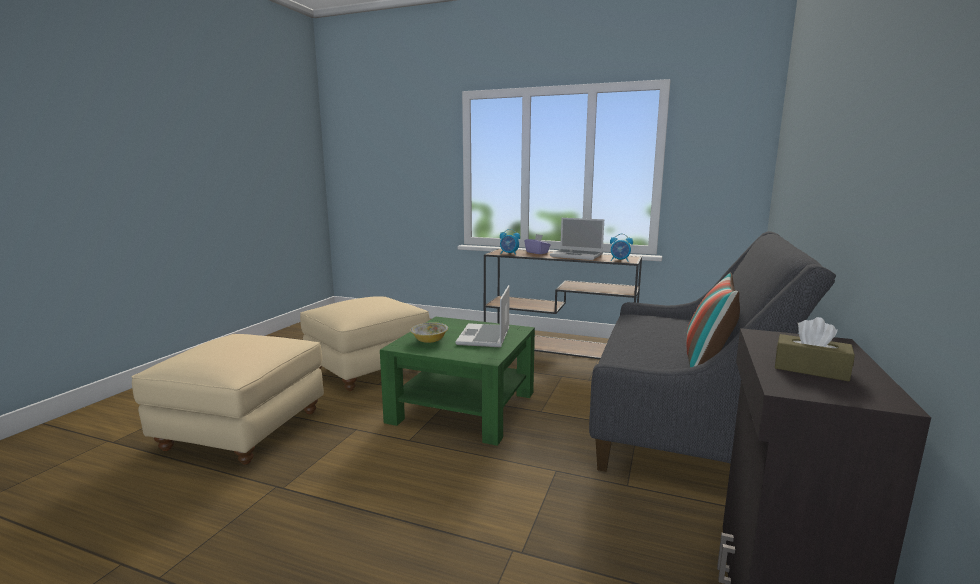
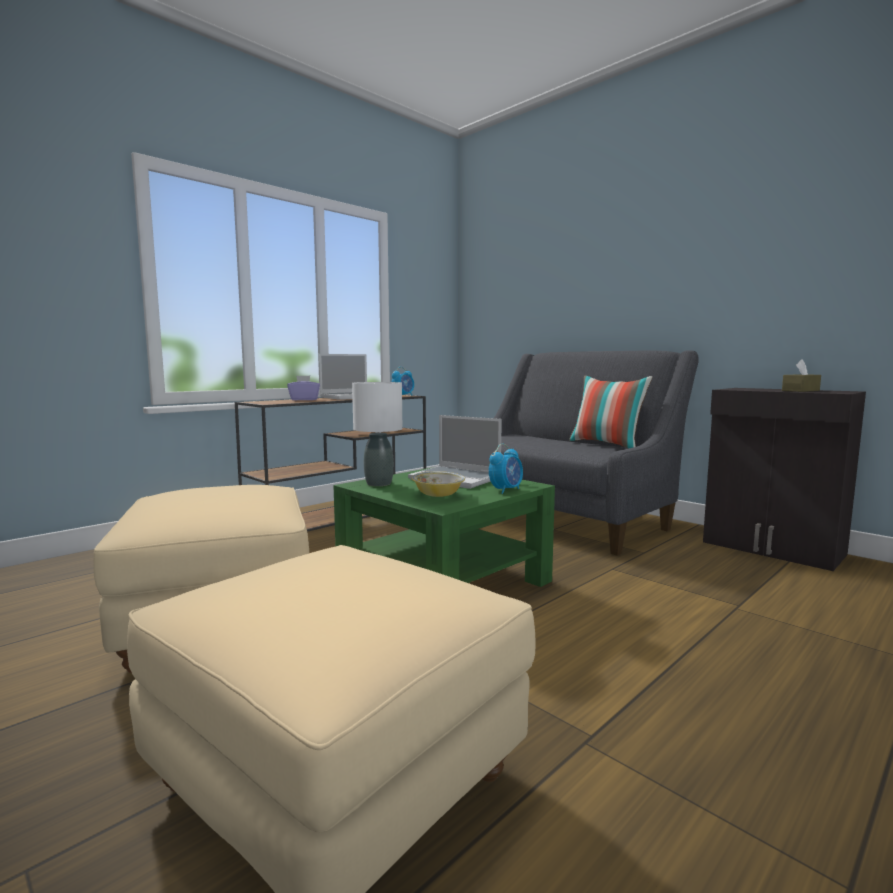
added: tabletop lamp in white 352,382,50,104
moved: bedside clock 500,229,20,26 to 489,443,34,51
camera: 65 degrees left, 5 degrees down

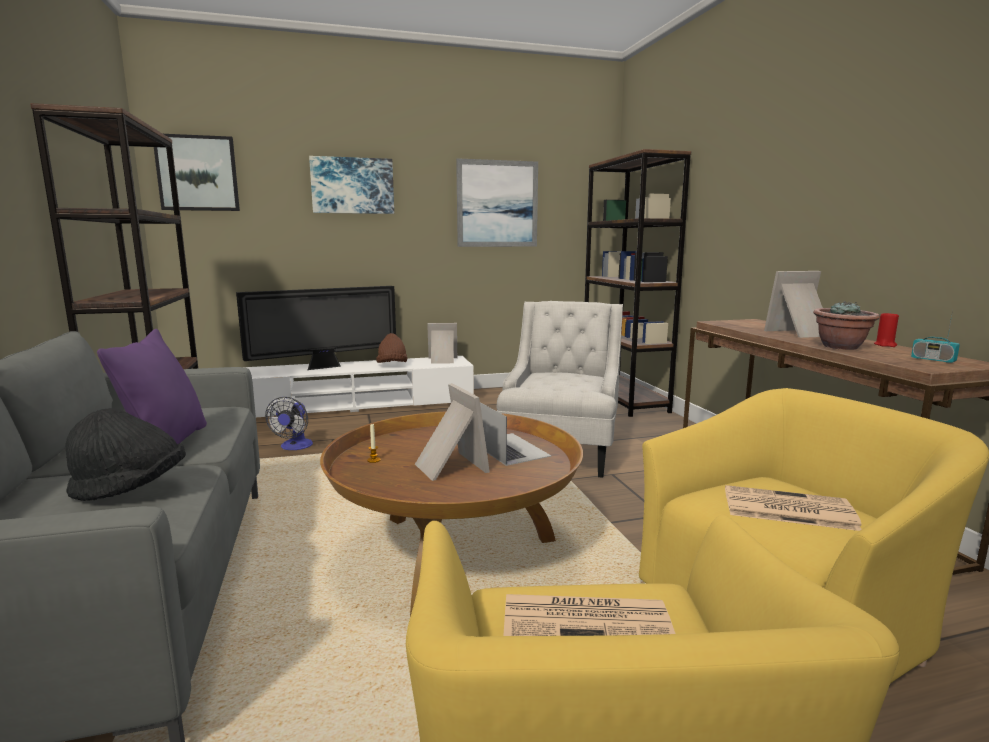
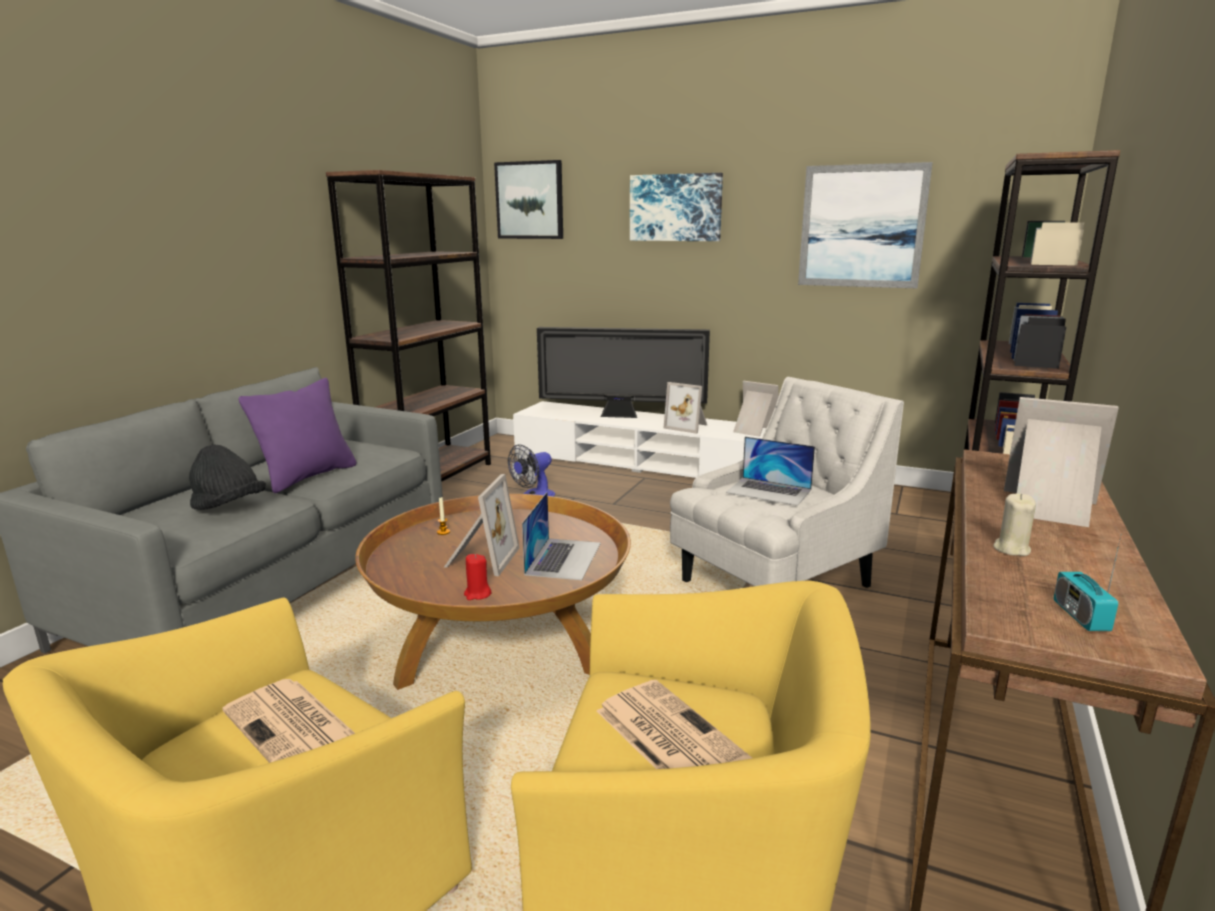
added: portable computer 726,437,89,69
moved: wax light in red 874,311,25,36 to 464,554,27,46
replaced: clothing hat in brownish 376,333,31,30 to photo frame 663,382,44,52; plant in a pot 813,301,67,49 to wax light in sand-coloured 993,494,43,62
camera: 40 degrees right, 5 degrees up

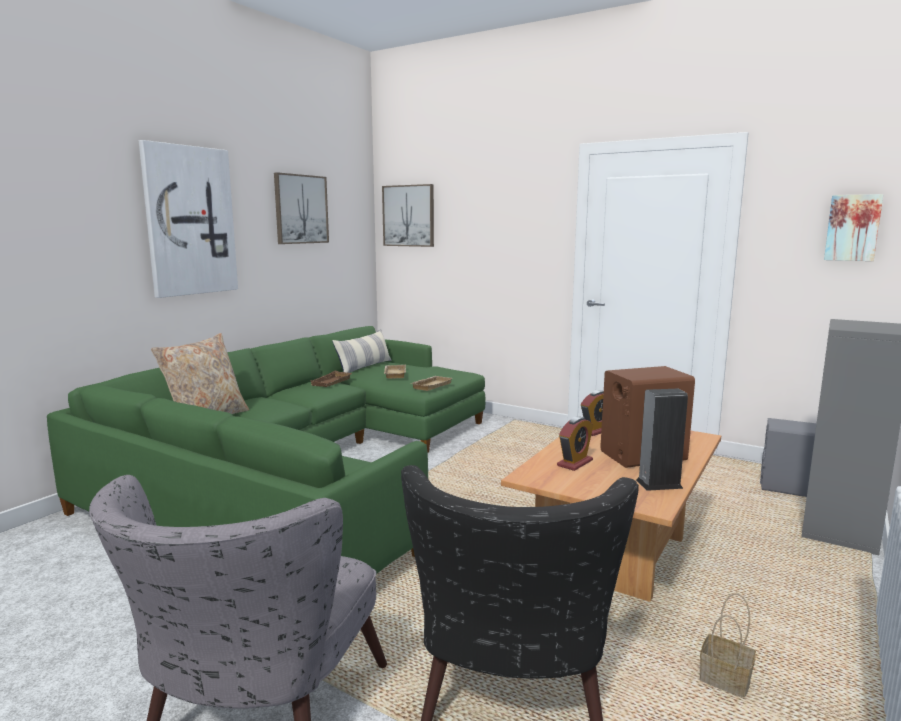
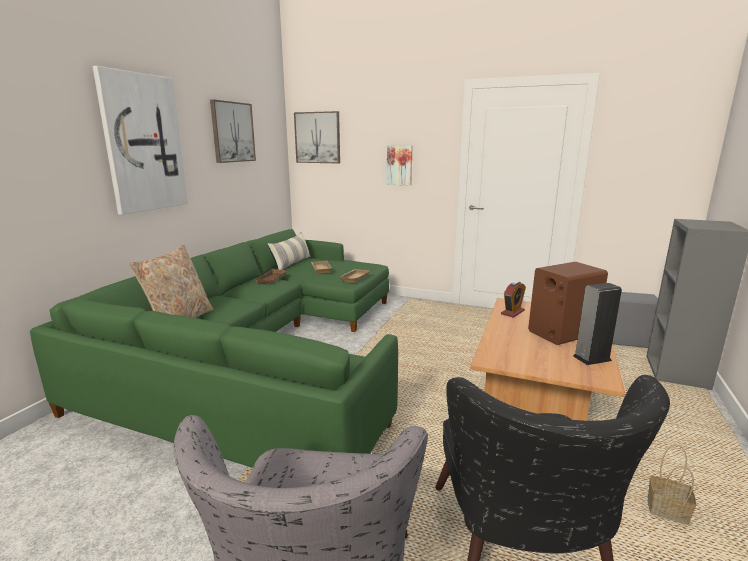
removed: bedside clock 557,416,36,55
moved: wall picture 824,194,60,67 to 387,145,25,40
camera: 10 degrees left, 5 degrees up

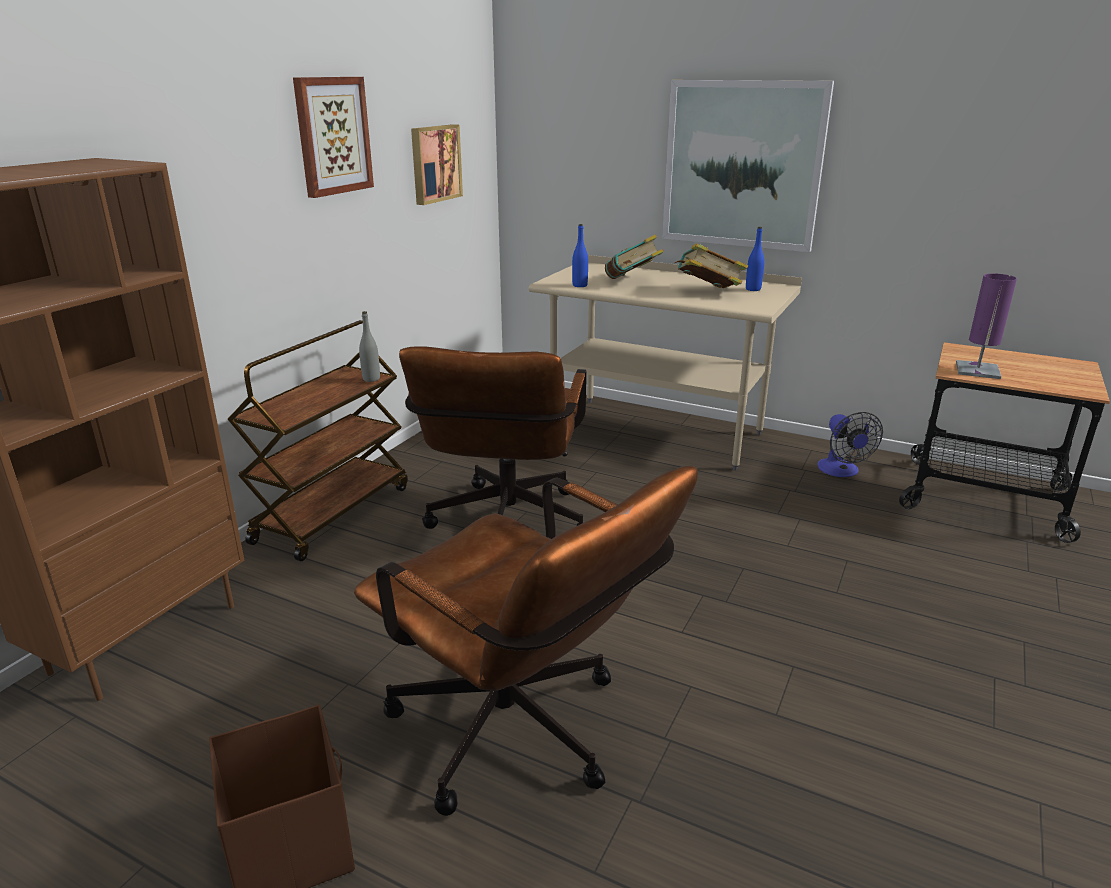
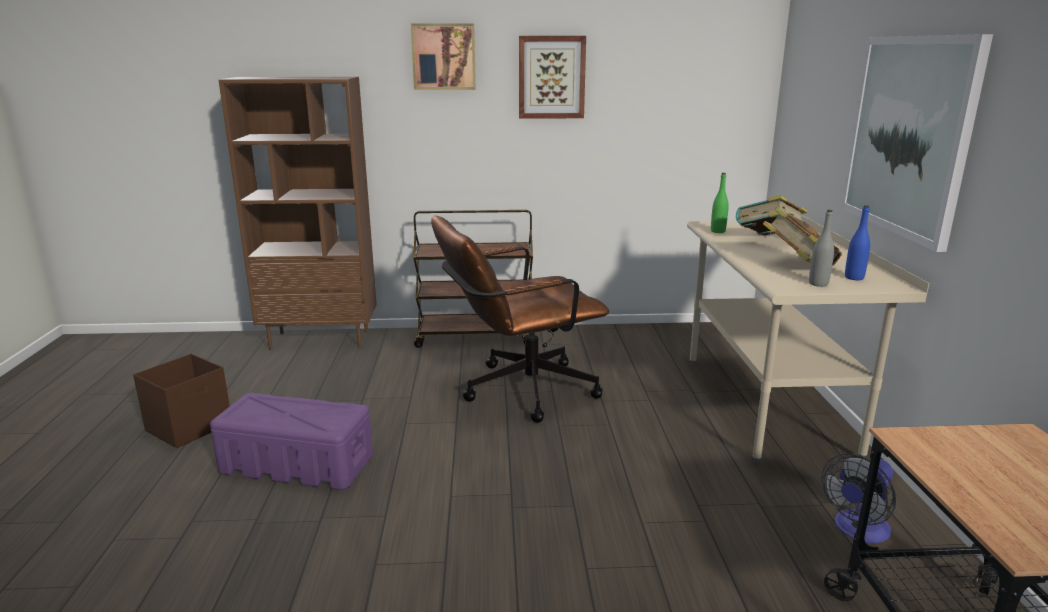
removed: tabletop lamp in purple 956,273,61,106
moved: bottle in greyish 359,311,21,71 to 809,210,25,77; wall picture 411,124,52,81 to 411,23,65,67
replaced: computer chair in brownish 354,466,344,350 to storage container in purple 210,393,163,97
recoloured: bottle in bluish 572,224,16,63 to bottle in green-coloured 711,173,18,60
camera: 60 degrees right, 5 degrees down

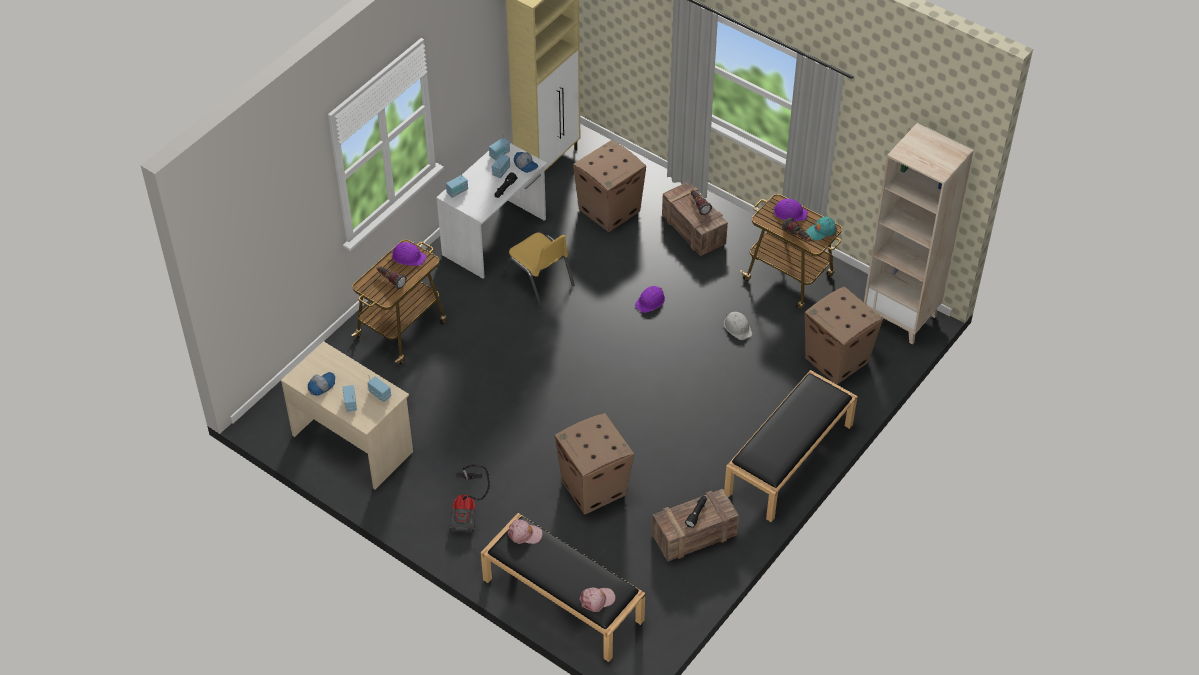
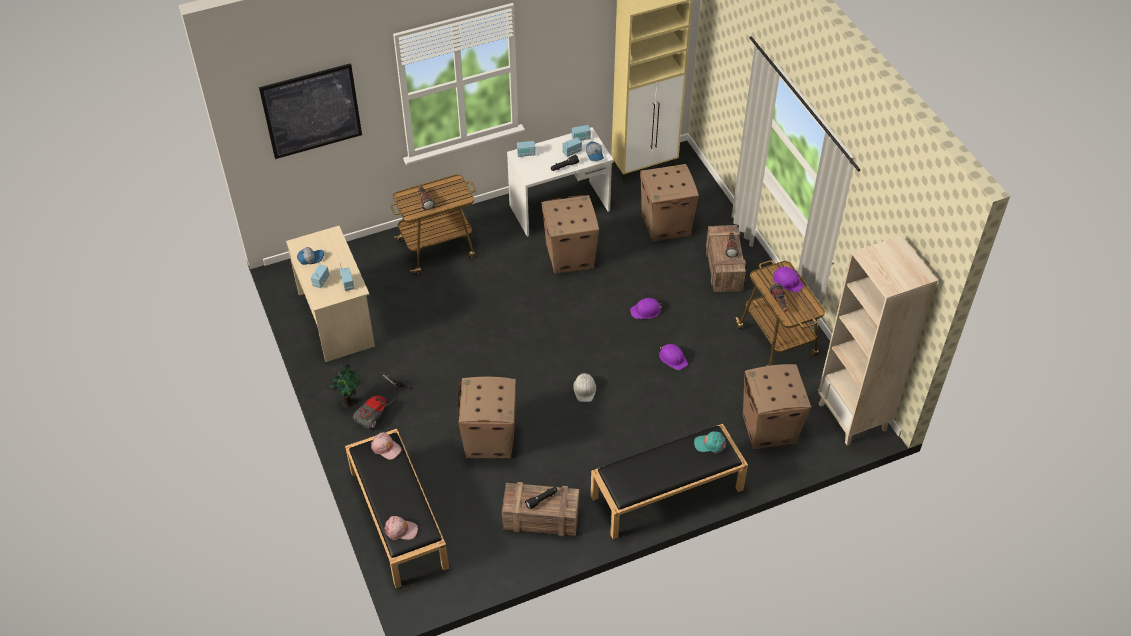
added: wall picture 259,63,103,96; plant in a pot 329,364,33,44
moved: work helmet in purple 390,242,37,24 to 659,344,29,26; work helmet in white 724,312,28,28 to 573,373,23,29; peaked cap in turquoise-coloured 806,216,32,25 to 694,431,32,22
replaced: chair in yellow 502,232,73,75 to cardboard box 542,195,57,79
camera: 30 degrees right, 0 degrees up

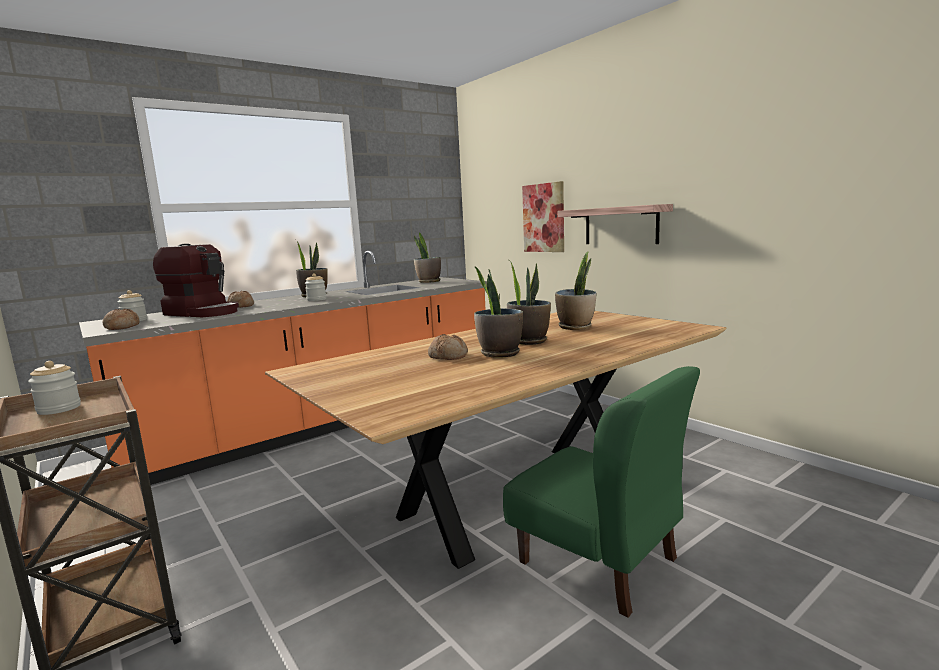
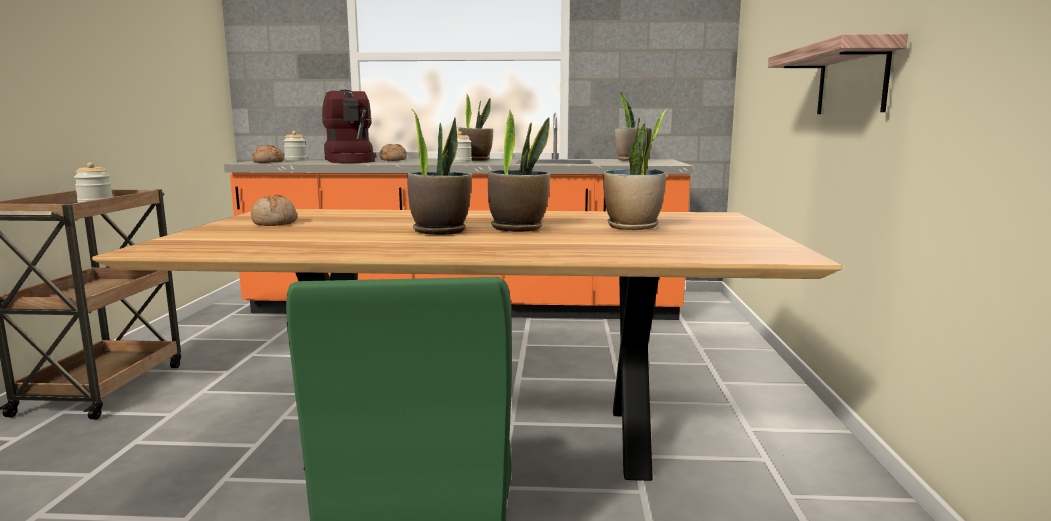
removed: wall picture 522,181,42,71
moved: bakery bread 428,334,40,26 to 251,195,46,31
camera: 40 degrees right, 0 degrees up

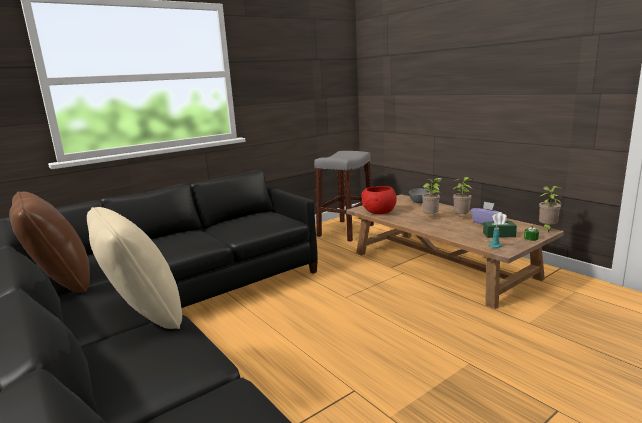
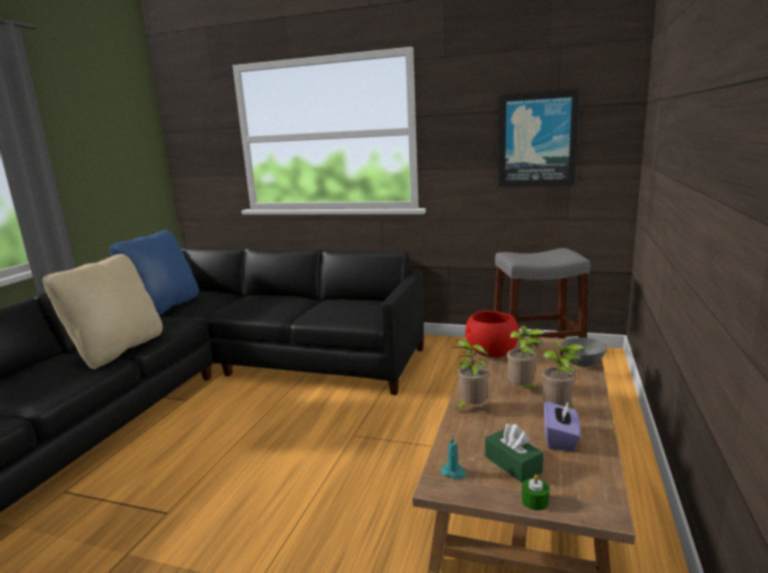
added: wall picture 498,89,82,98
moved: plant in a pot 539,186,23,46 to 451,340,38,71
recoloured: pillow in brownish 9,192,81,101 to pillow in bluish 110,230,89,85
camera: 55 degrees right, 0 degrees up

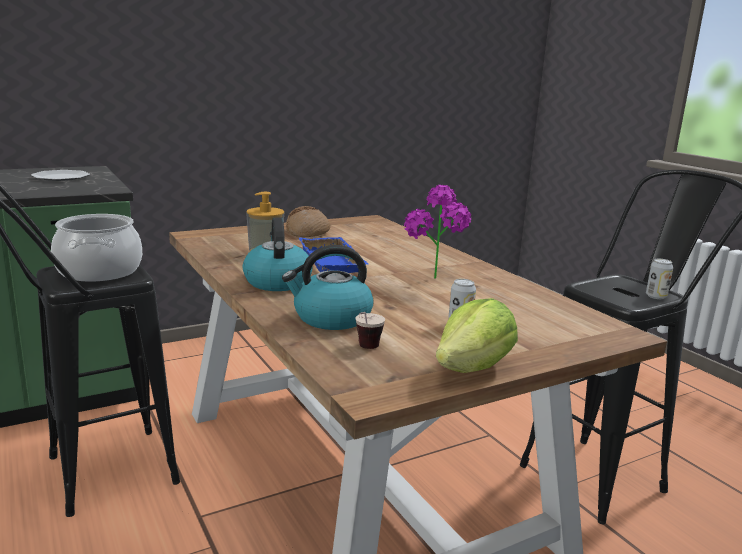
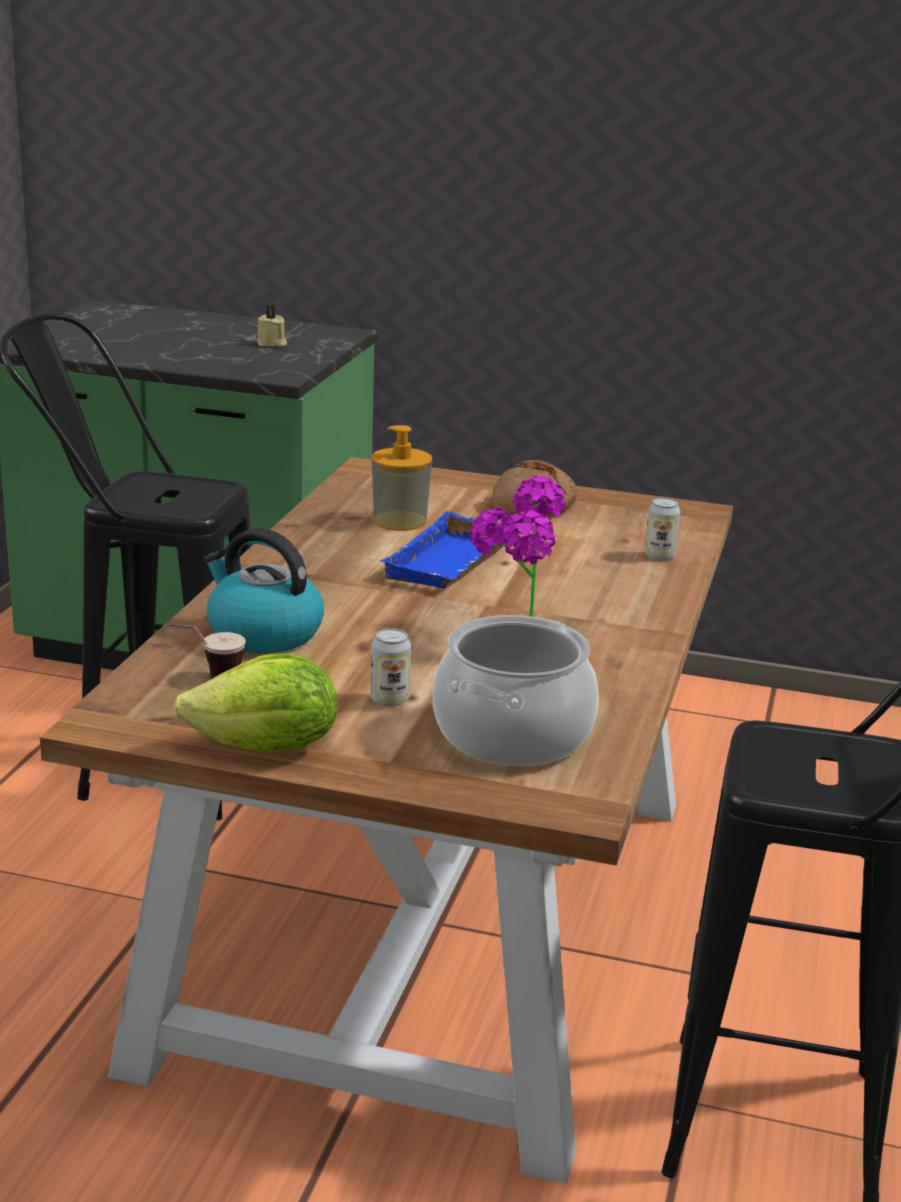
removed: water kettle 243,218,70,73
moved: cooking pot 51,214,91,68 to 433,615,166,151; metal can 646,259,27,40 to 645,498,35,63
replaced: plate 31,170,59,11 to wax light in sand-coloured 257,305,30,42
camera: 45 degrees right, 5 degrees up

